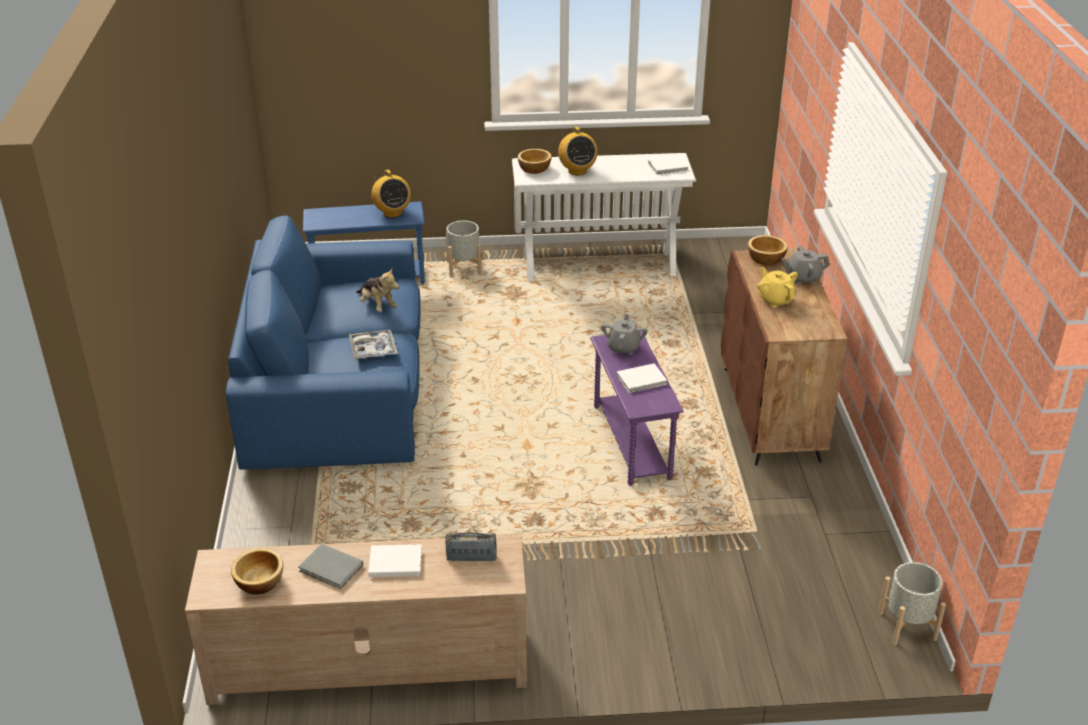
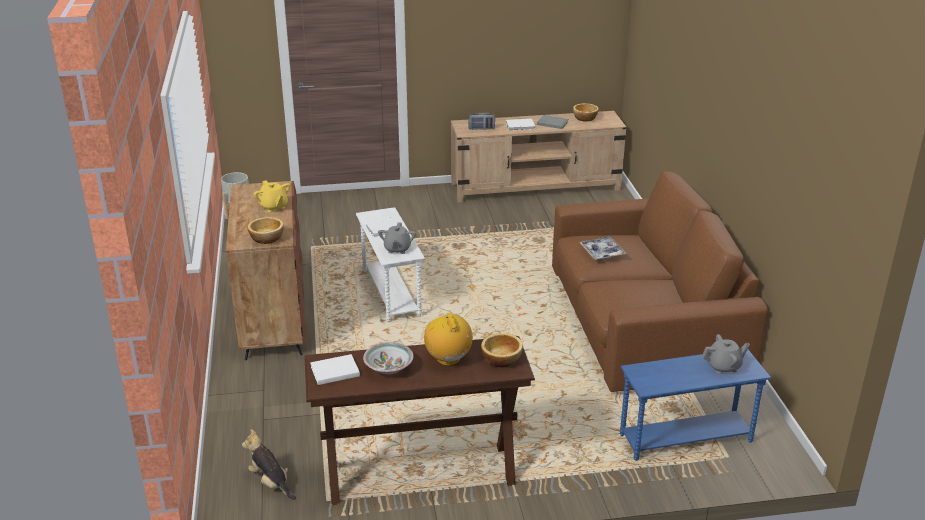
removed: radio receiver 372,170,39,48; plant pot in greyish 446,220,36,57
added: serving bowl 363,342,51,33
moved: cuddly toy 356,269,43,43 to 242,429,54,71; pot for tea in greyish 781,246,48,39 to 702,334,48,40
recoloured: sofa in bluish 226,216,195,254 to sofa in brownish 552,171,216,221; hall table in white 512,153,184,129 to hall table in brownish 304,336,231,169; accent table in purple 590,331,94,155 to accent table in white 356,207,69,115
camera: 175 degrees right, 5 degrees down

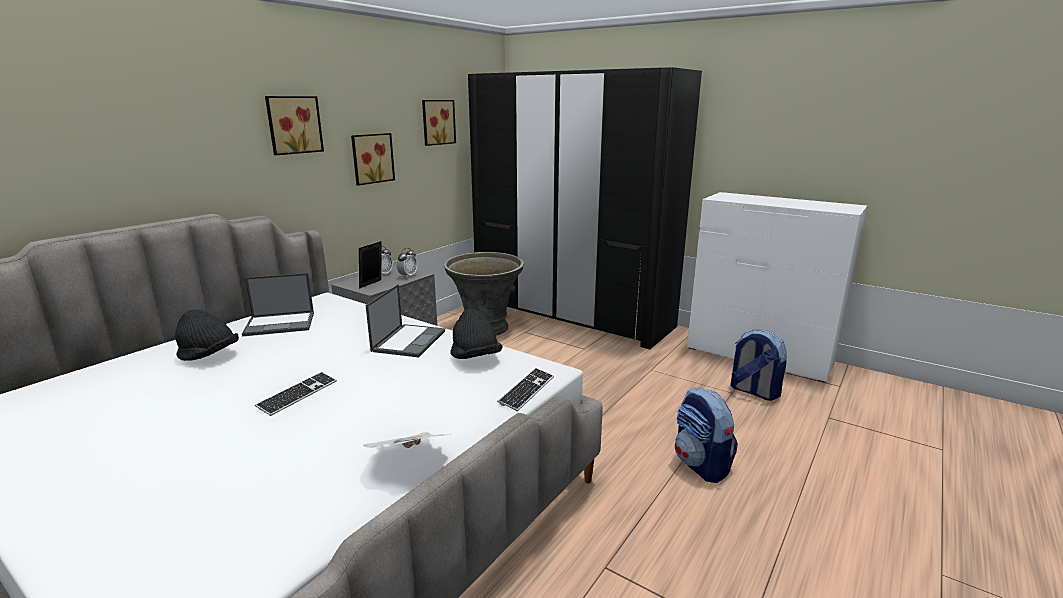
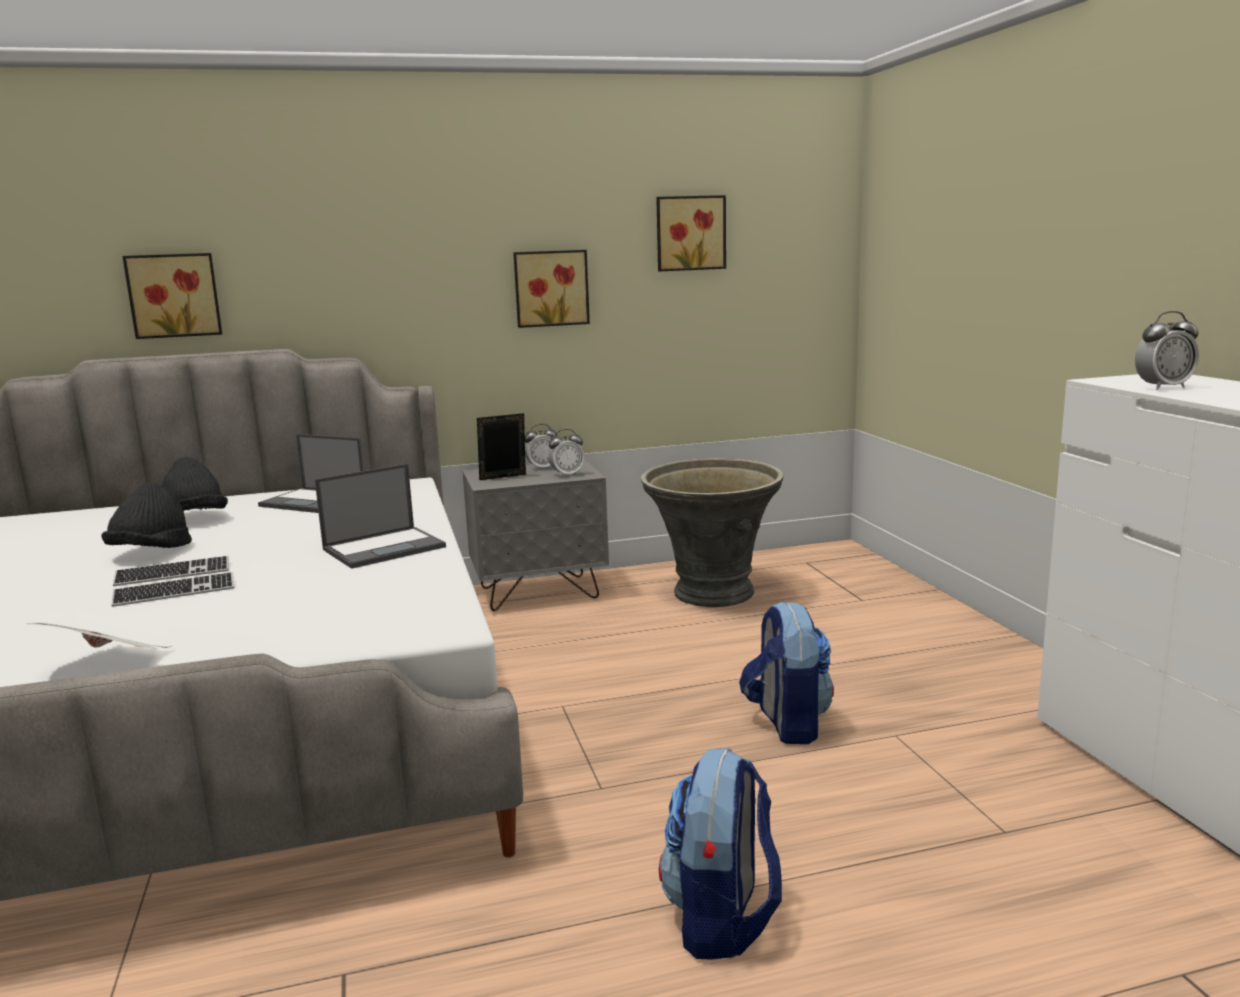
removed: armoire in black 468,67,234,282
added: bedside clock 1135,311,64,79
moved: wall picture 265,96,59,59 to 122,253,100,86; clothing hat in black 450,309,52,50 to 101,483,91,65; keyboard 497,368,57,43 to 111,572,123,35; rucksack 730,329,57,72 to 739,600,95,144
camera: 40 degrees right, 5 degrees down

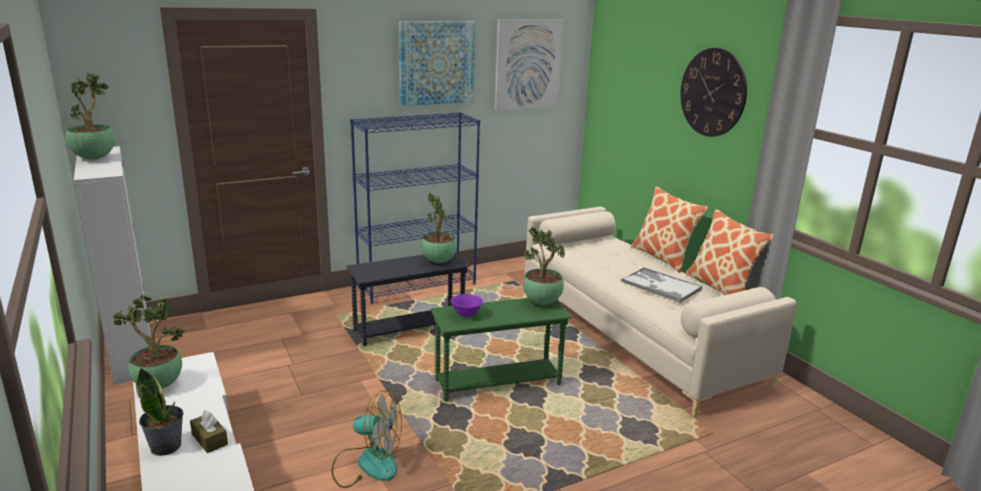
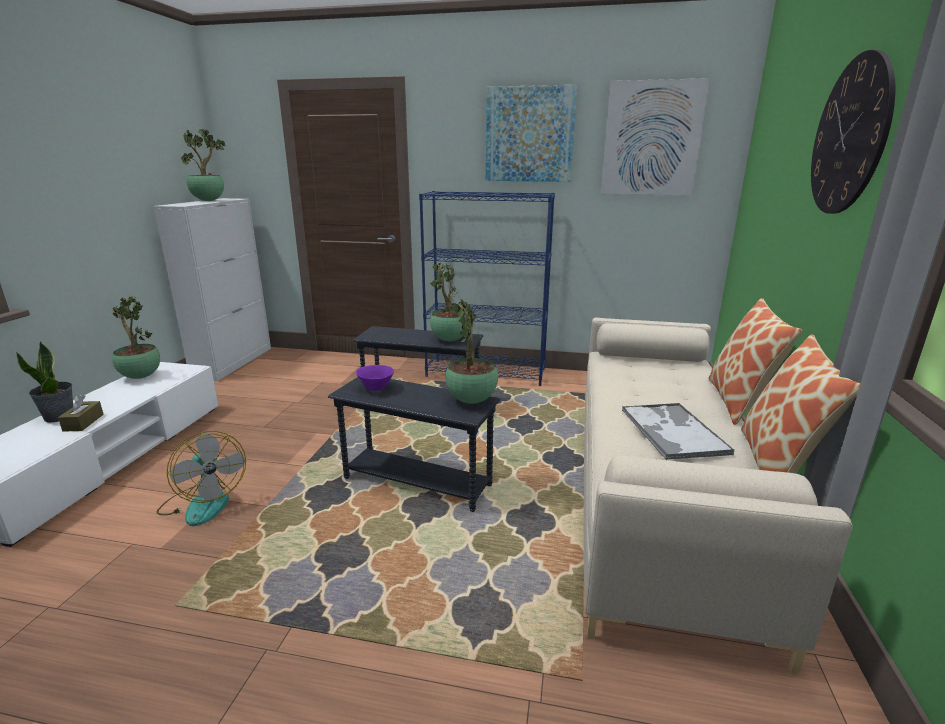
recoloured: accent table in green-coloured 431,298,141,104 to accent table in greyish 328,377,172,135
camera: 40 degrees right, 0 degrees up

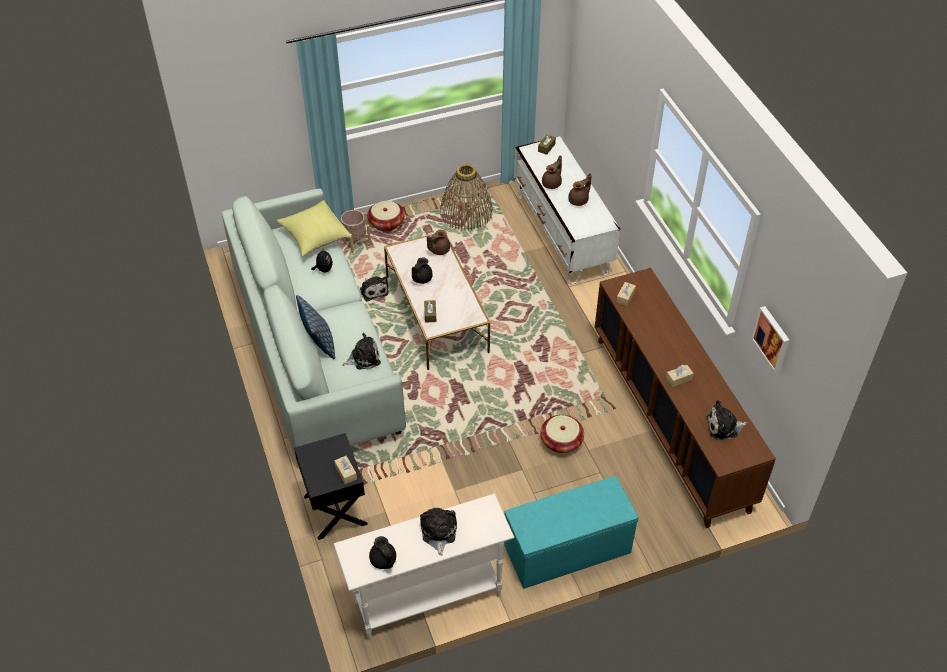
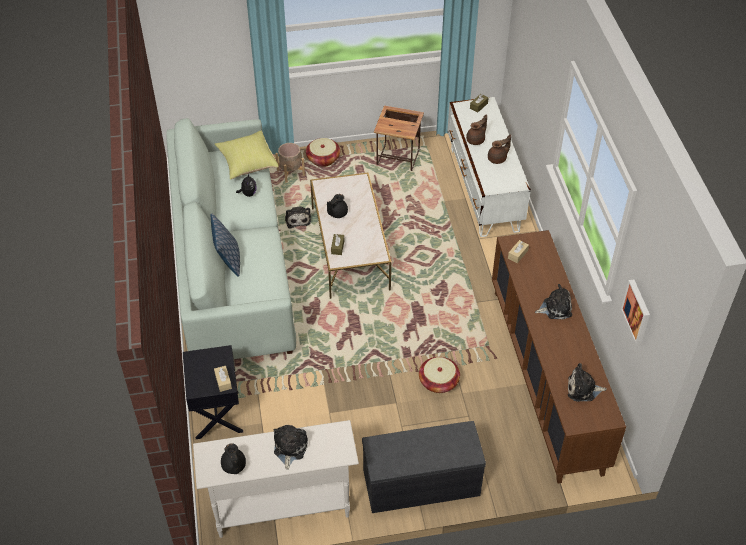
removed: pot for tea in brownish 427,230,23,25; tissue holder in sand-coloured 666,365,28,22
moved: cuddly toy 343,333,38,37 to 535,284,37,35
replaced: basket 440,164,53,67 to accent table 374,106,50,65
recoloured: indoor bench in turquoise-coloured 504,476,134,113 to indoor bench in greyish 362,421,124,92
camera: 10 degrees right, 0 degrees up

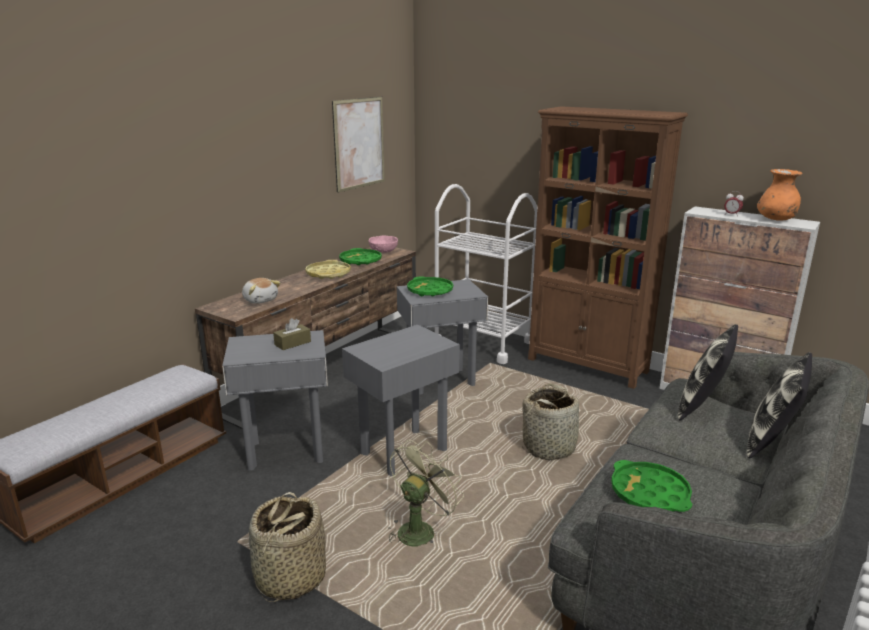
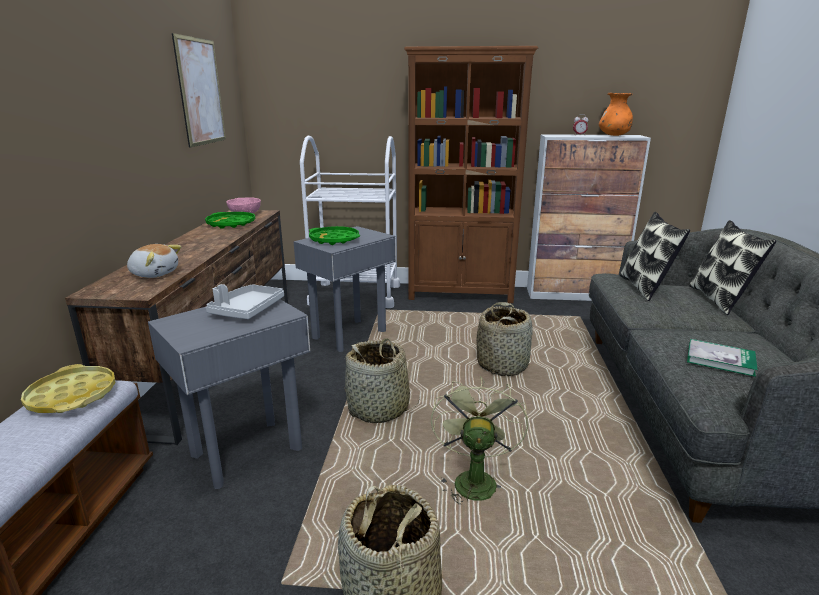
moved: carrying tray in yellow 305,260,46,19 to 21,364,95,49
replaced: tissue holder in brownish 273,318,38,32 to carrying tray in greyish 206,284,78,35; accent table in greyish 342,325,118,151 to basket 344,338,76,85; carrying tray in green-coloured 611,460,81,52 to book 687,339,71,38
camera: 30 degrees left, 0 degrees up

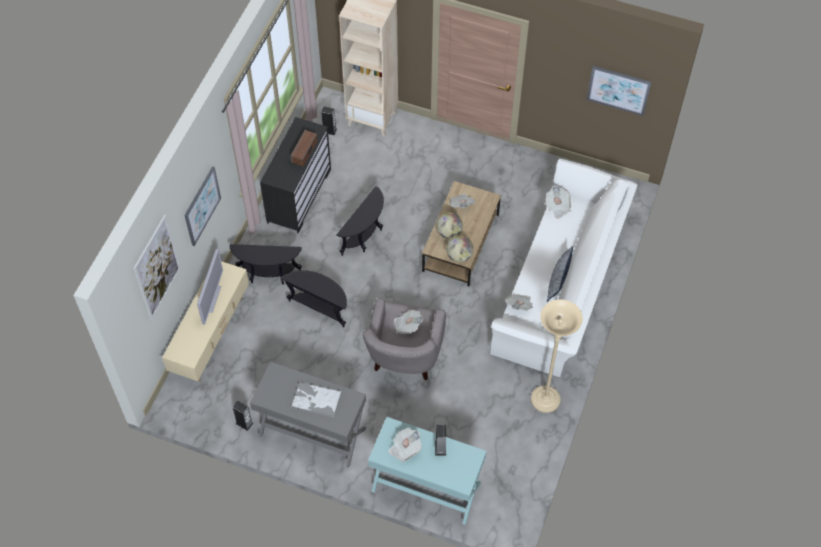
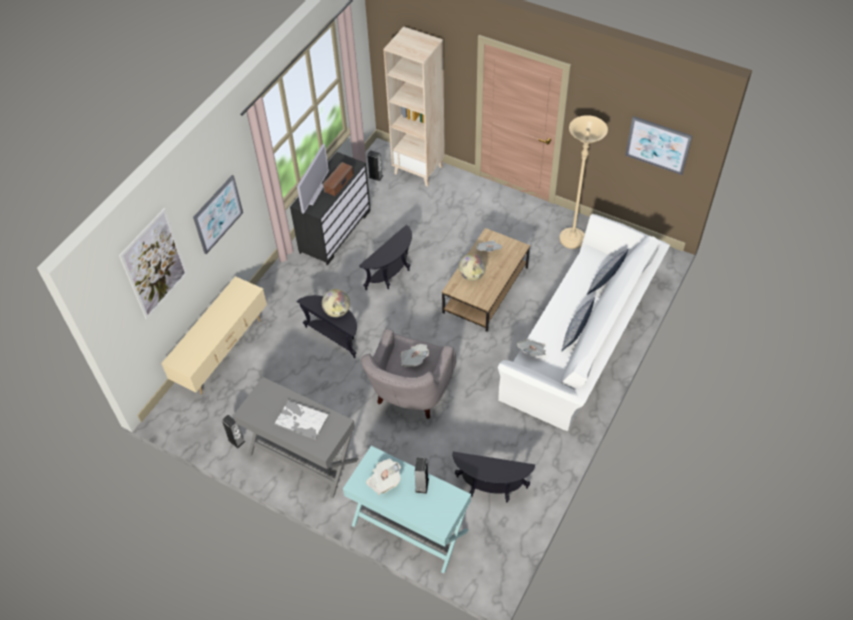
removed: printed paper 545,186,26,33
added: pillow 587,249,41,46
moved: television 197,249,26,76 to 297,144,32,70; accent table in black 230,244,72,40 to 452,451,83,52; world globe 446,235,27,28 to 322,289,28,28; standing lamp in sand-coloured 531,299,52,114 to 559,115,49,134
camera: 10 degrees right, 5 degrees down

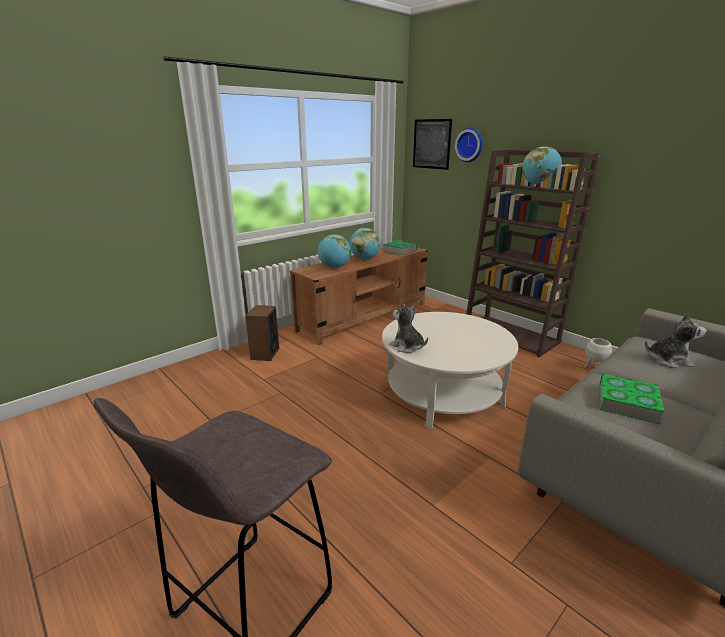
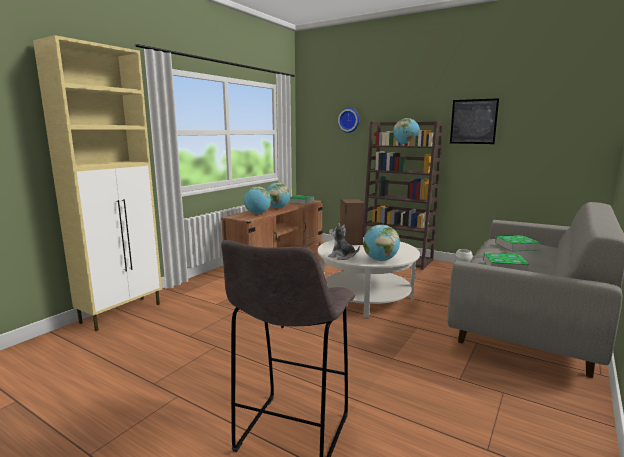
added: cabinet in sand-coloured 33,35,129,296; world globe 363,225,37,36
moved: audio speaker 245,305,34,56 to 340,199,24,46; wall picture 413,119,39,51 to 450,98,49,46
replaced: cuddly toy 645,313,62,55 to book 495,235,45,16
camera: 15 degrees left, 10 degrees down

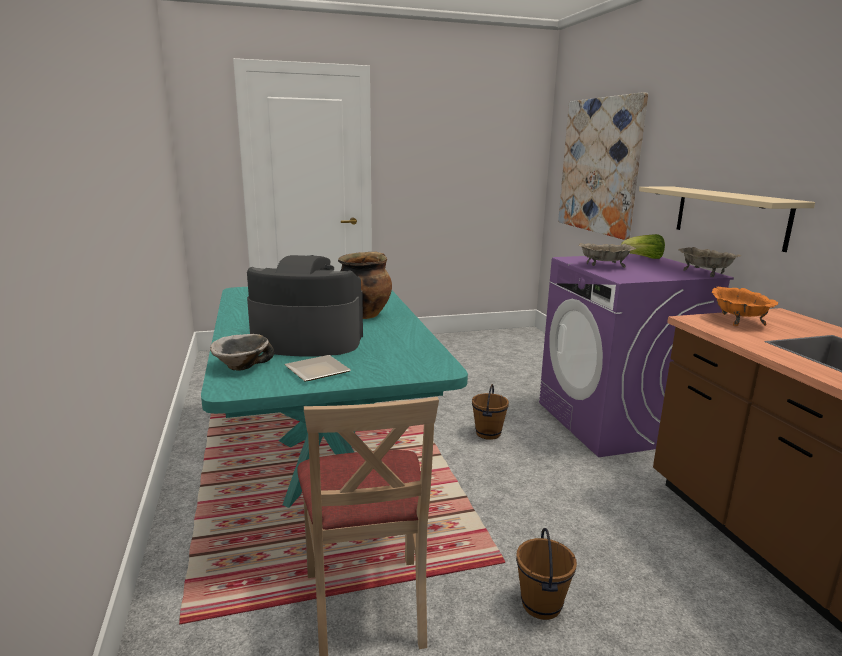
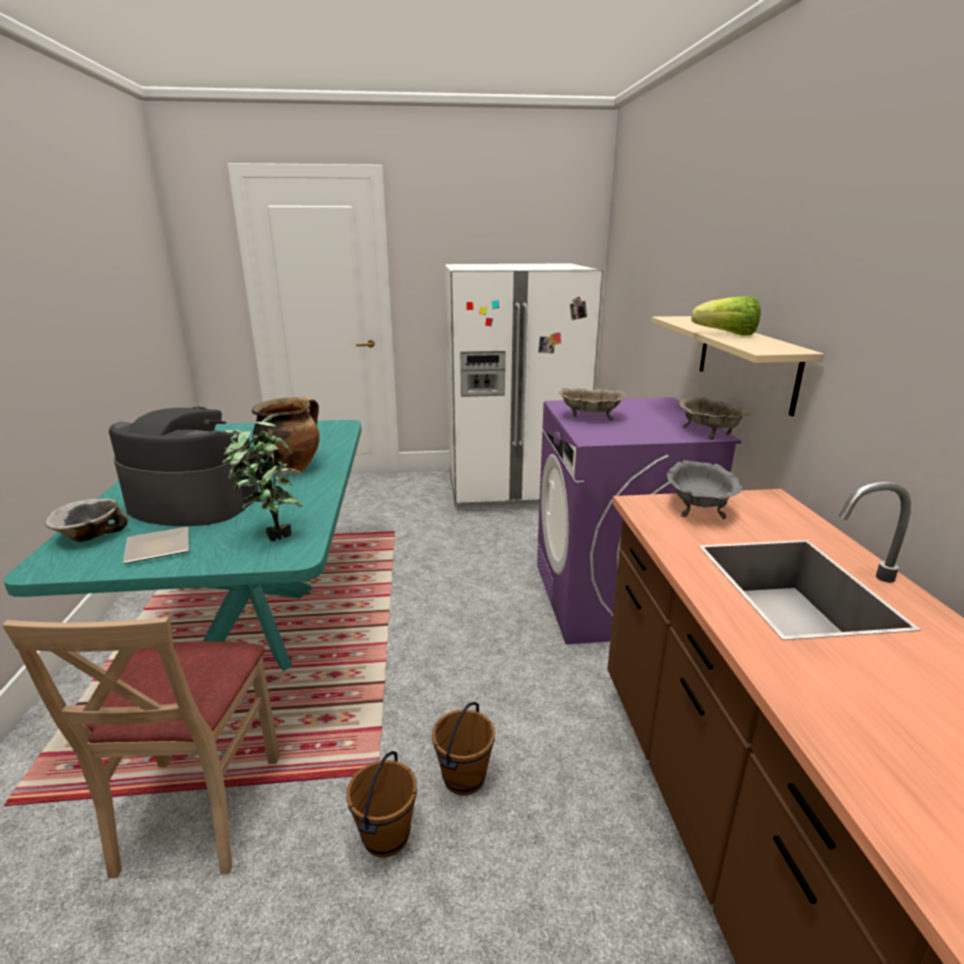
removed: wall picture 558,92,90,148
added: plant in a pot 222,413,81,128; fridge in white 445,263,158,248
moved: bucket in brownish 472,384,37,56 to 432,702,63,94; head of lettuce 621,234,44,25 to 691,296,70,39
recoloured: serving bowl in orange 712,287,66,39 to serving bowl in greyish 667,460,76,60
camera: 10 degrees right, 5 degrees up

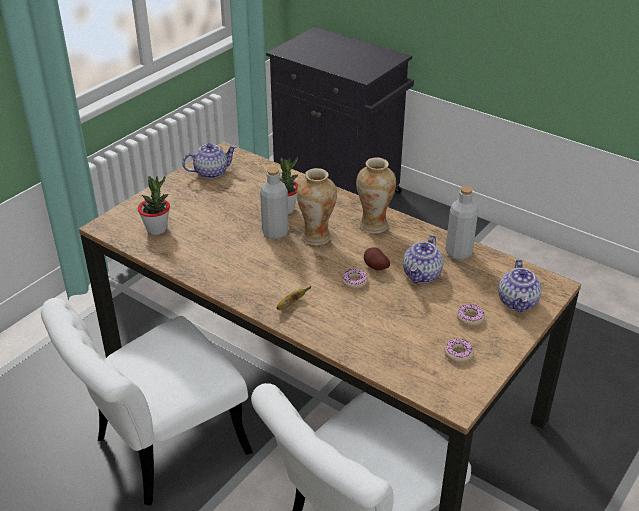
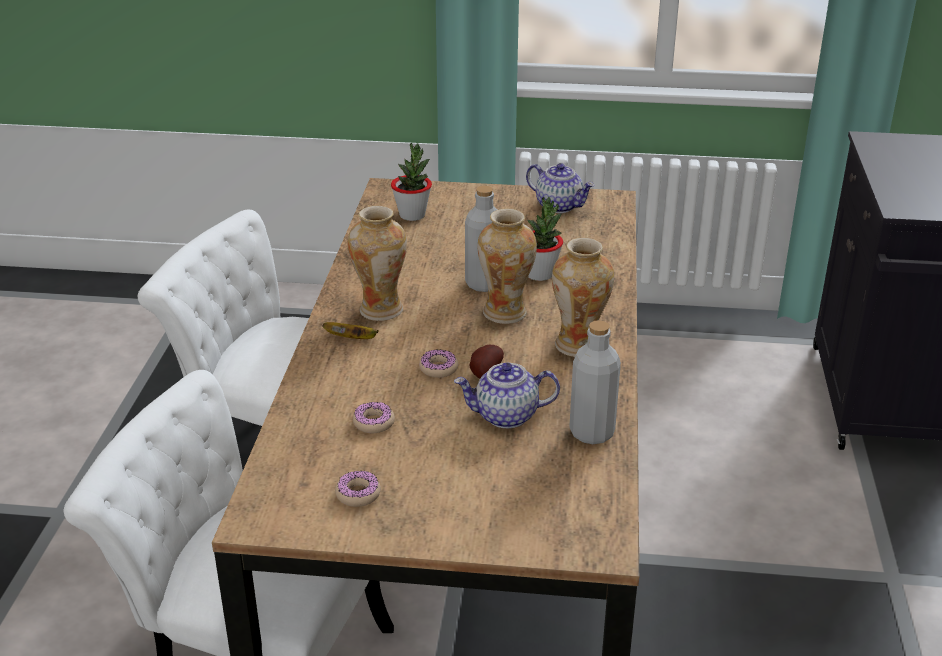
removed: pot for tea 498,259,44,53
added: decorative vase 348,206,59,115
moved: donut 457,304,28,22 to 353,402,42,31
camera: 60 degrees right, 5 degrees down

